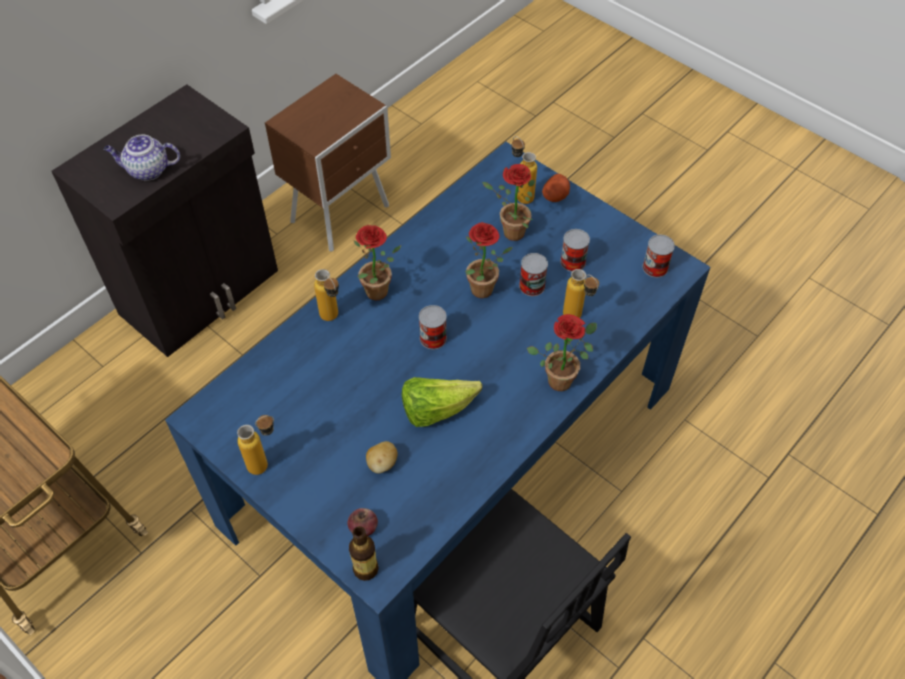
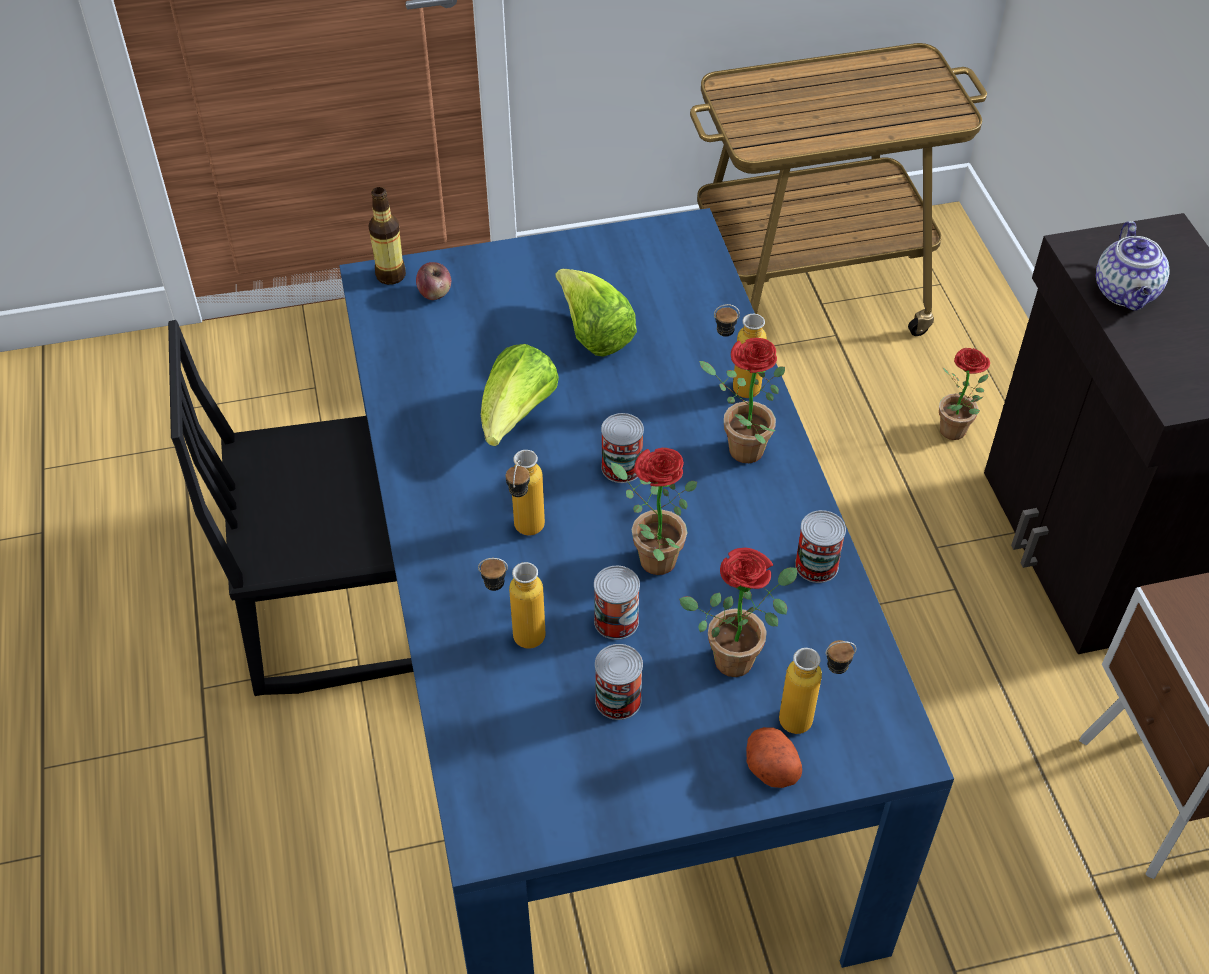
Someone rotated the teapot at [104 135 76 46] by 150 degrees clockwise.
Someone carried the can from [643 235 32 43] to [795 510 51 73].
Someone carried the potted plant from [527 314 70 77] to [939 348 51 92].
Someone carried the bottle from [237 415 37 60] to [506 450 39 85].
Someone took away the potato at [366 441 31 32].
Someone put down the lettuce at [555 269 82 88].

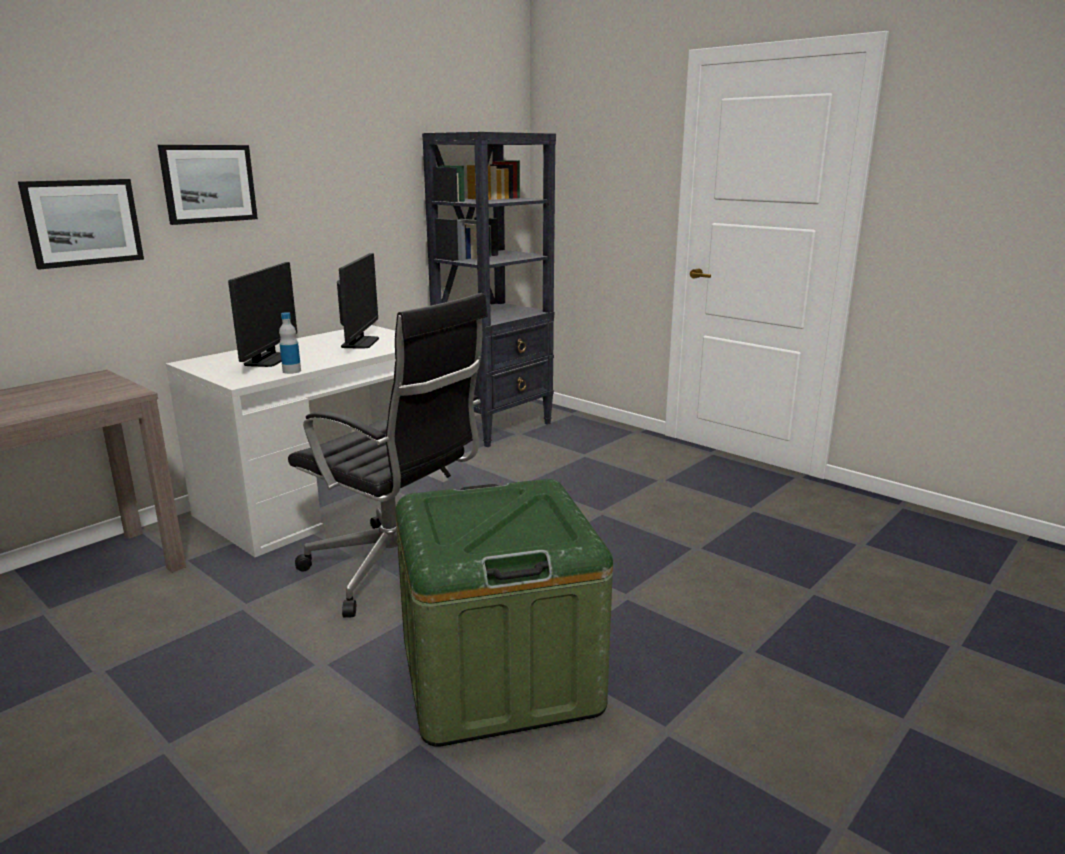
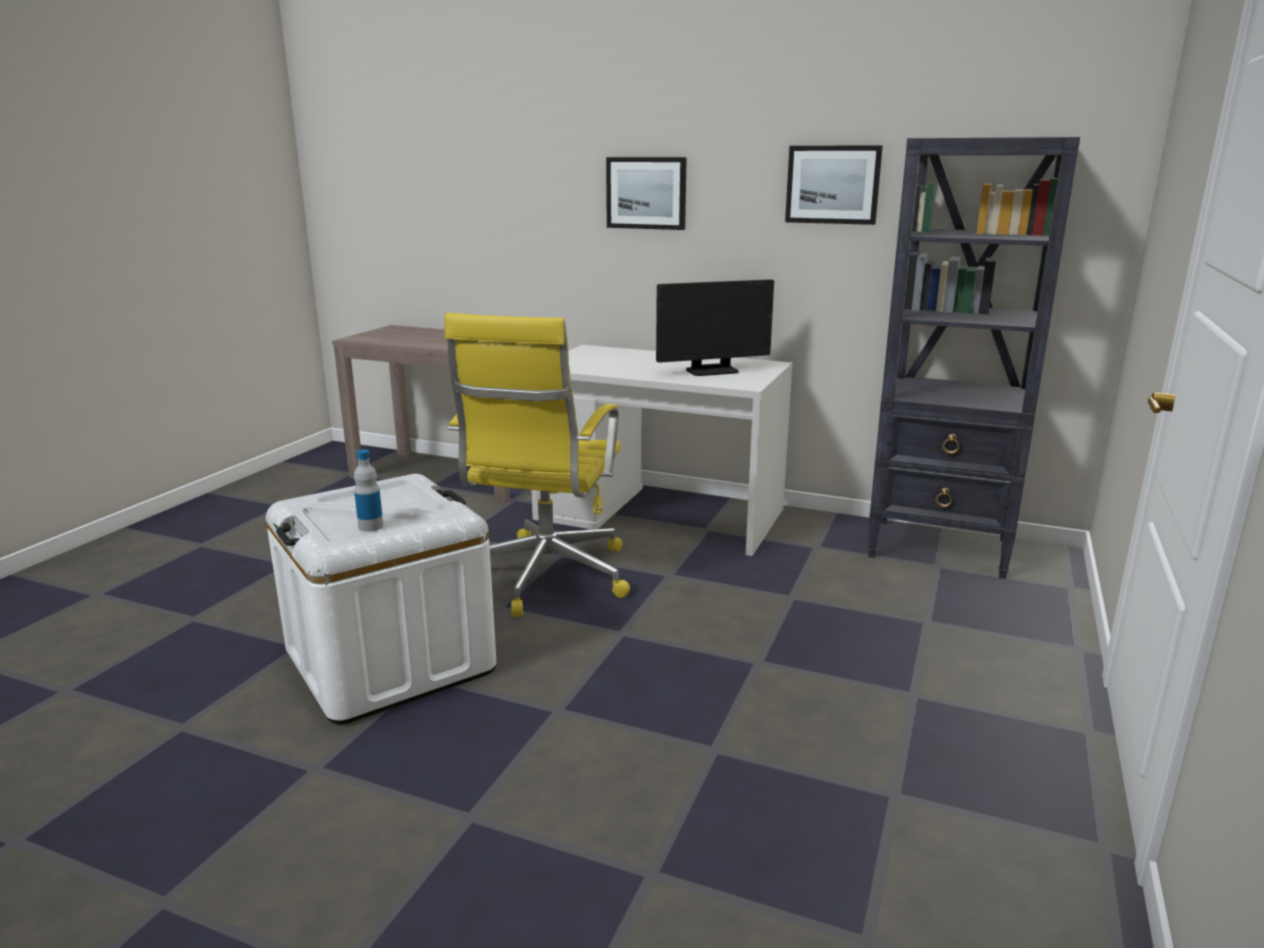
Someone carried the picture from [18 179 126 91] to [785 145 98 80].
Someone took away the monitor at [228 262 69 105].
Someone repainted the office chair in black at [288 293 200 325], which became the office chair in yellow at [445 313 185 304].
Someone carried the bottle from [279 312 22 62] to [354 449 29 83].
Someone repainted the storage box in green at [395 479 218 268], which became the storage box in white at [266 474 230 250].

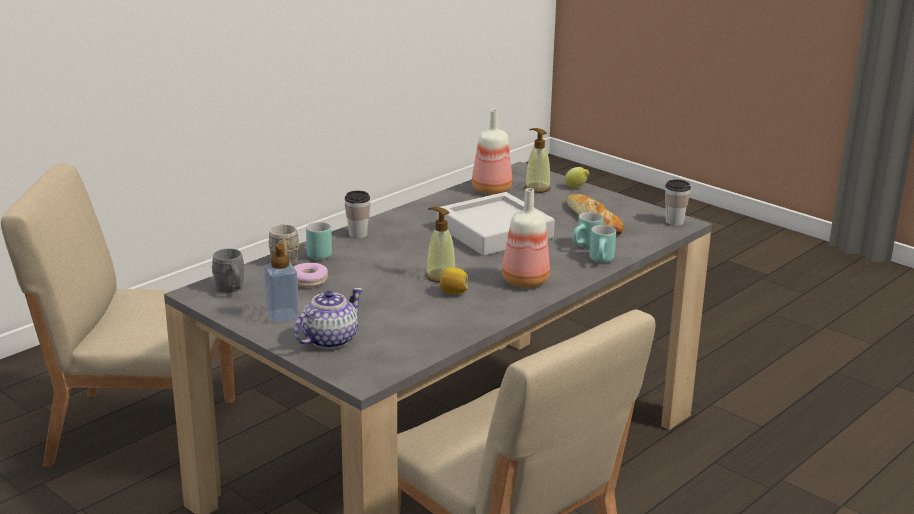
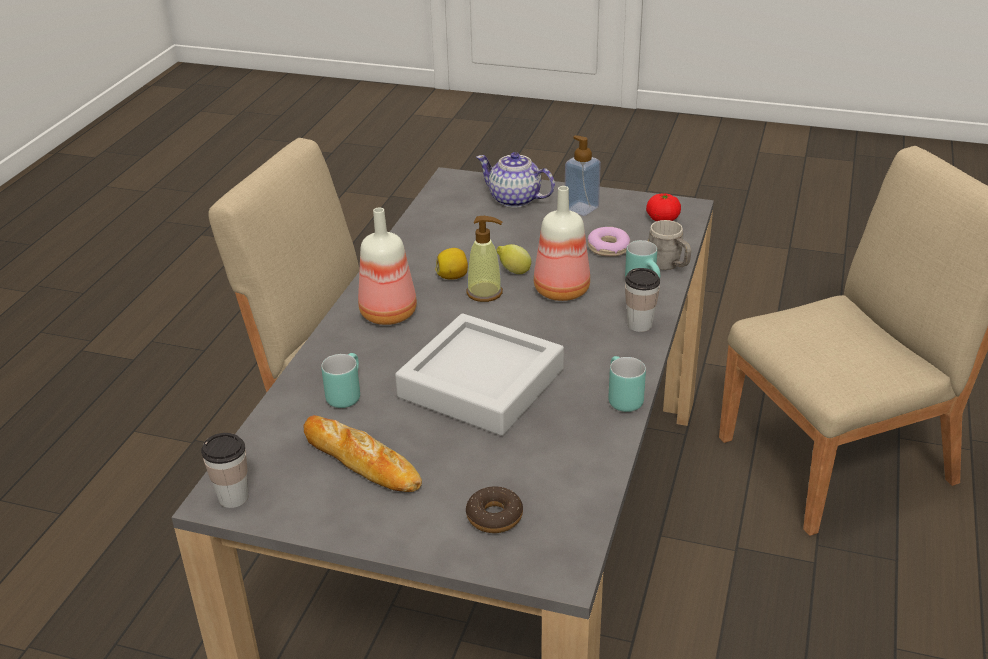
Someone carried the bottle from [472 109 40 86] to [534 186 56 115].
Someone swapped the soap dispenser at [525 128 26 65] for the donut at [466 486 57 47].
Someone carried the lemon from [565 167 24 21] to [496 244 35 30].
Someone carried the mug in turquoise from [589 225 27 38] to [608 356 38 56].
Someone swapped the mug in grey at [212 248 32 45] for the tomato at [646 193 35 28].
Someone rotated the teapot at [294 287 69 62] by 105 degrees clockwise.

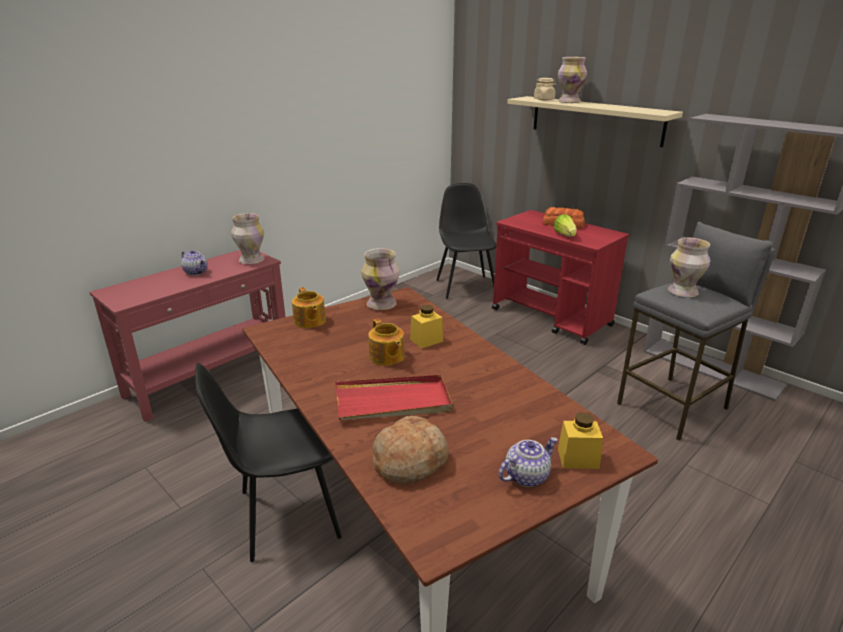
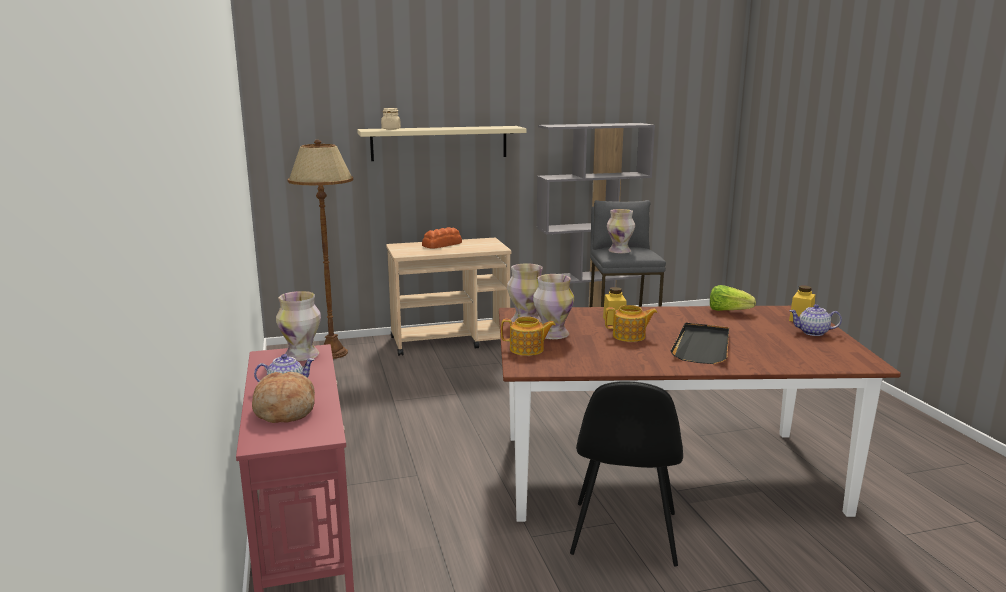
Someone carried the vase from [558 57 29 46] to [533 274 41 66].
Someone swapped the chair in black at [437 183 60 116] for the floor lamp in brown at [287 140 66 219].
Someone repainted the cart in red at [492 210 137 135], which became the cart in beige at [386 238 125 118].
Someone carried the lettuce from [554 214 23 23] to [710 285 46 26].
Someone repainted the tray in red at [335 375 117 45], which became the tray in black at [670 323 59 41].
Someone carried the bread from [373 416 76 68] to [252 372 63 51].
Someone rotated the teapot at [498 437 60 50] by 75 degrees counterclockwise.

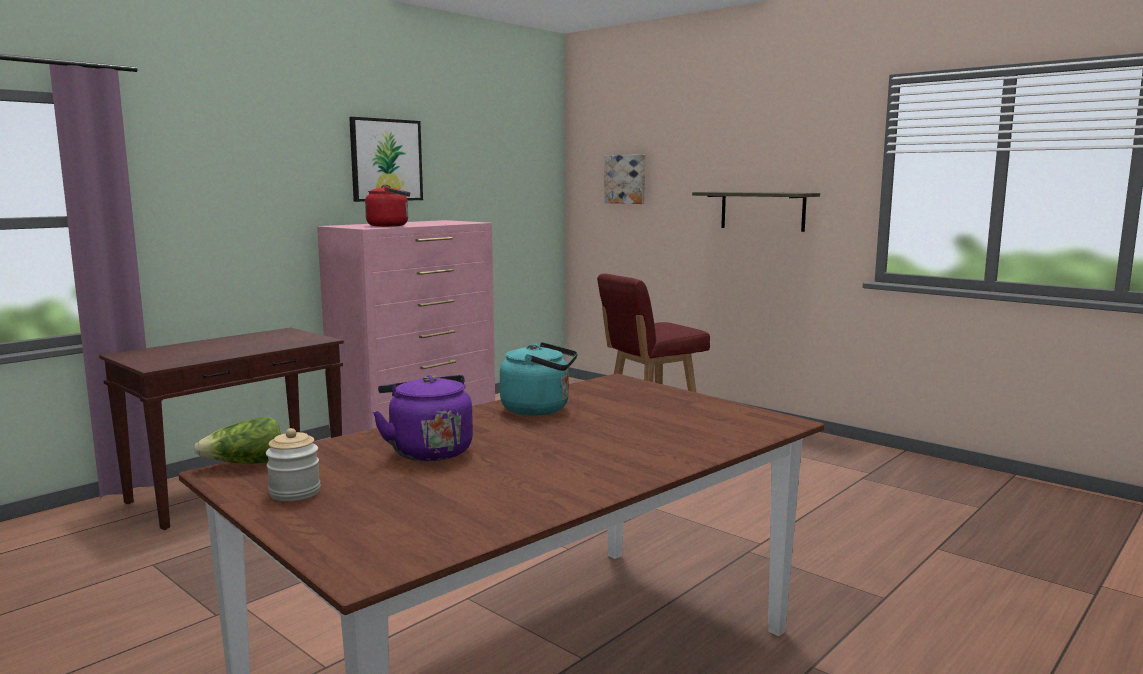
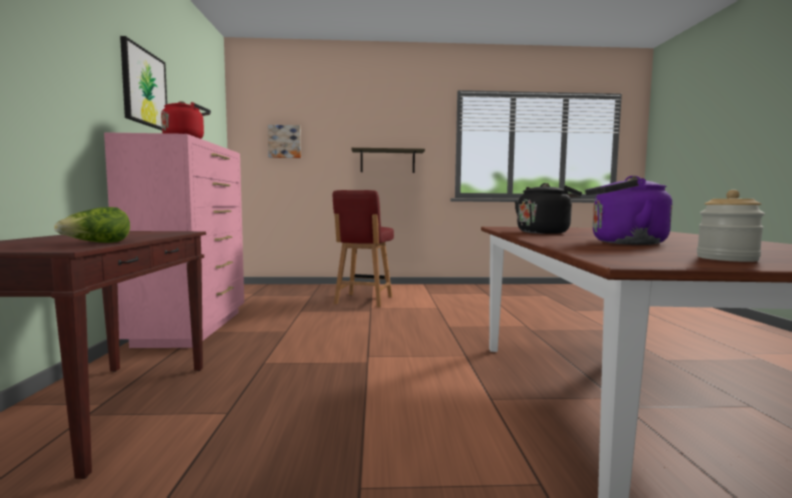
Someone repainted the kettle in turquoise at [500 342 78 74], which became the kettle in black at [515 183 67 51].
Someone carried the lettuce from [194 417 87 47] to [54 207 76 36].

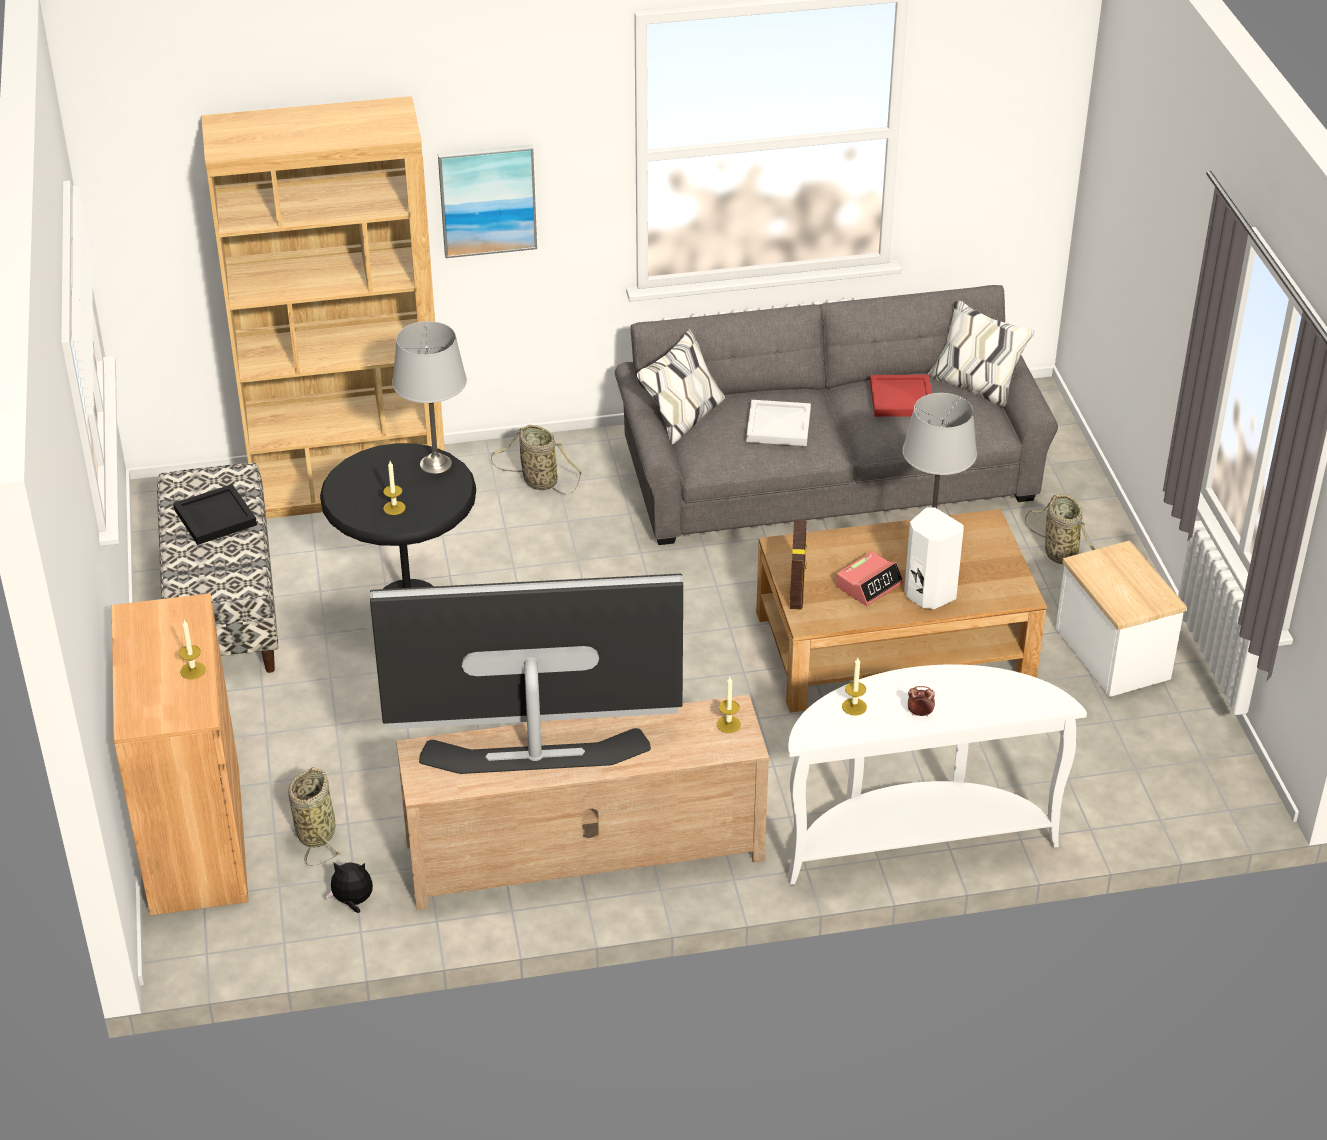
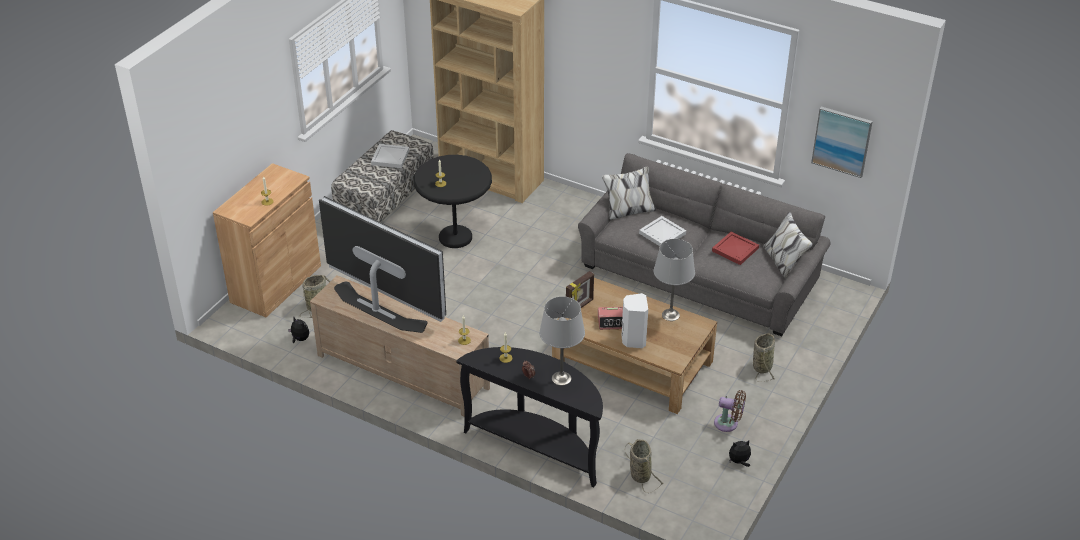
Someone carried the picture from [438 144 99 114] to [811 106 62 72].
Someone carried the table lamp in grey from [392 321 75 153] to [539 296 46 90].
Someone carried the basket from [491 425 91 70] to [625 439 38 54].
Someone repainted the tray in black at [173 484 84 61], which became the tray in white at [371 144 38 24].
Someone swapped the side table at [1055 541 132 156] for the fan in brown at [714 390 32 42].
Someone repainted the console table in white at [787 664 300 221], which became the console table in black at [457 347 146 140].
Someone put down the plush toy at [729 440 22 27].

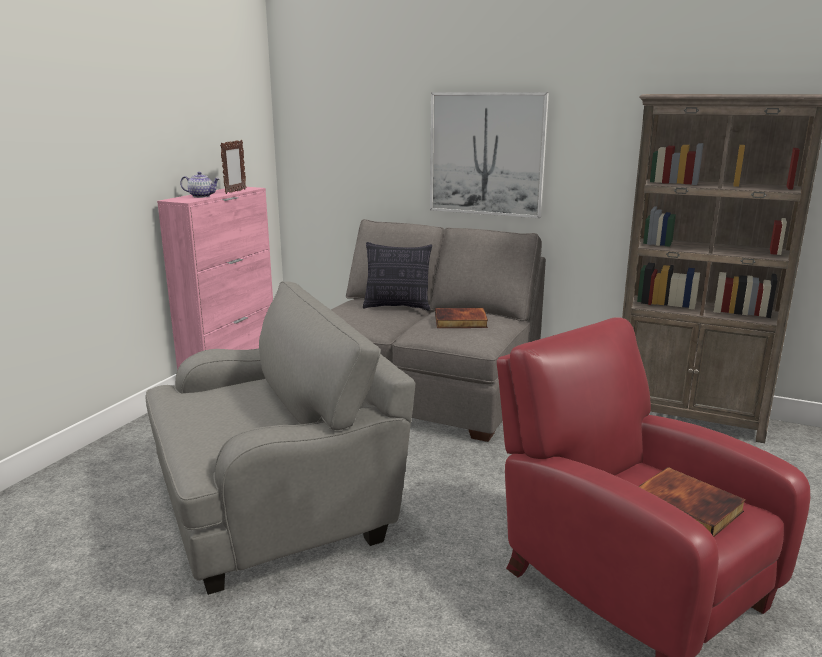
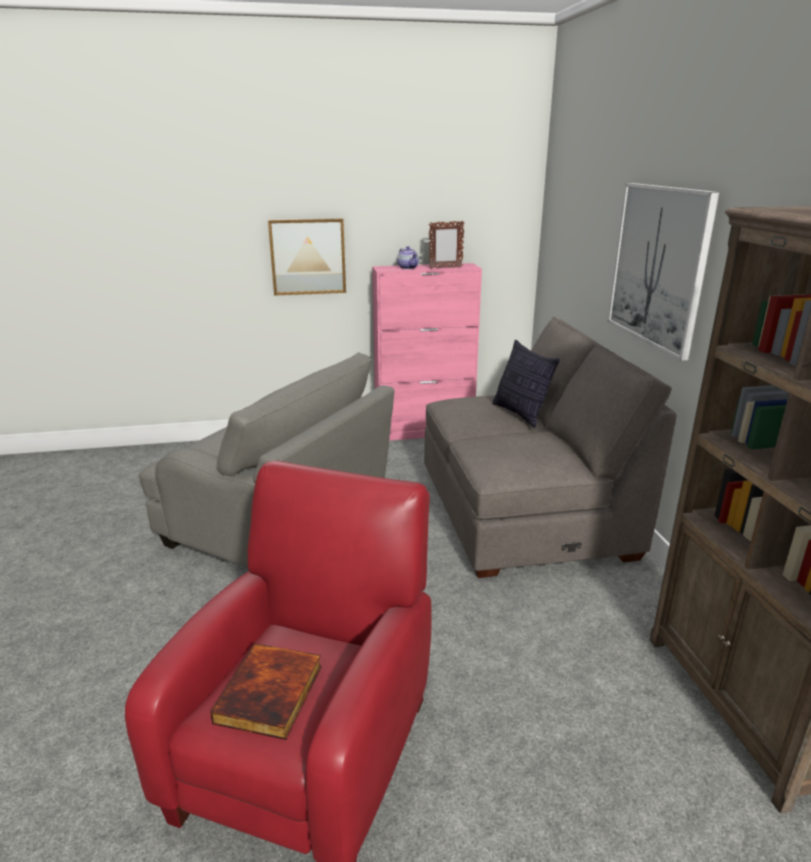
Someone took away the book at [435 308 53 20].
Someone put up the picture at [268 218 78 78].

